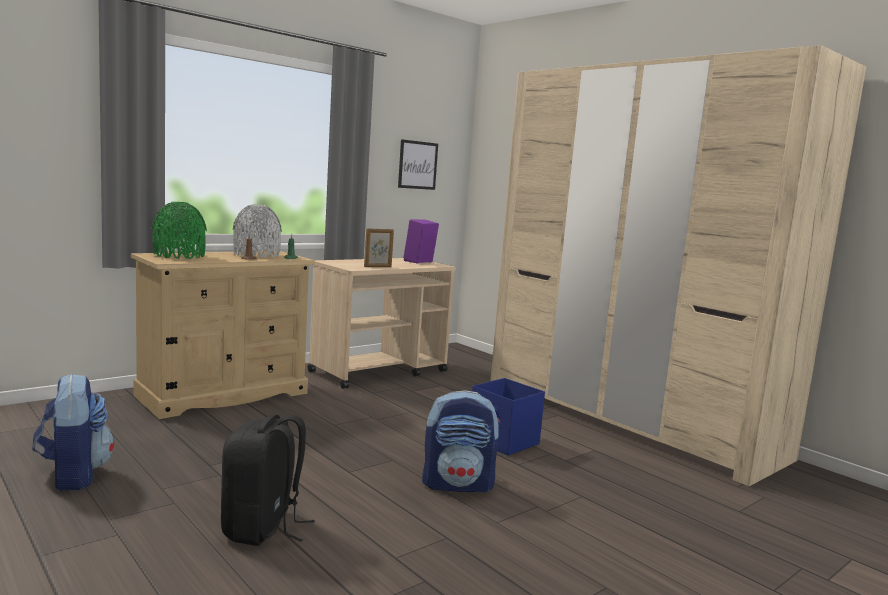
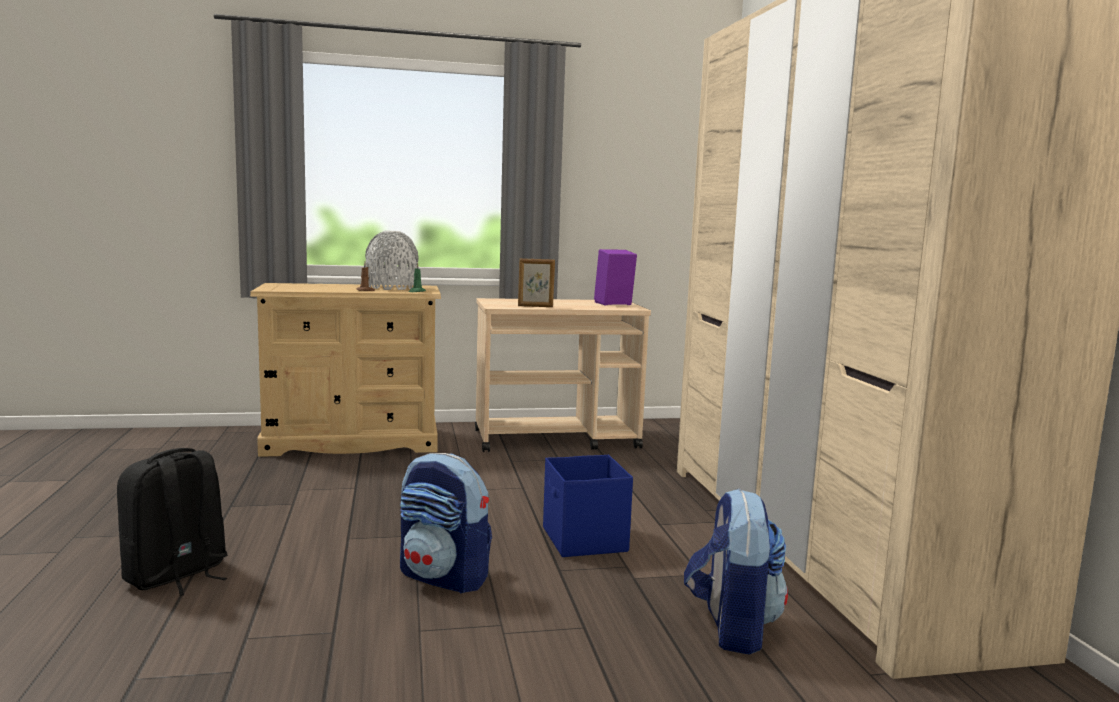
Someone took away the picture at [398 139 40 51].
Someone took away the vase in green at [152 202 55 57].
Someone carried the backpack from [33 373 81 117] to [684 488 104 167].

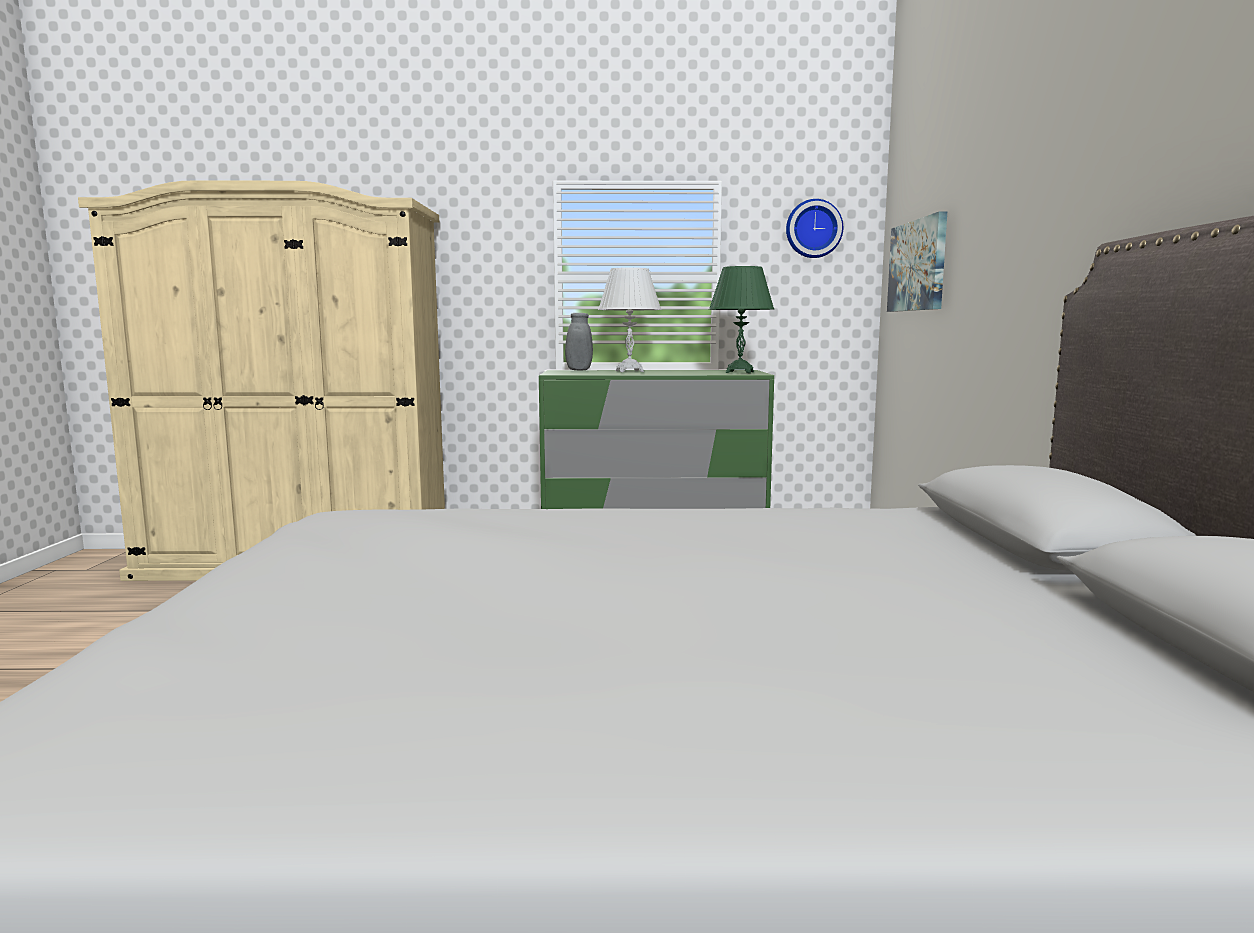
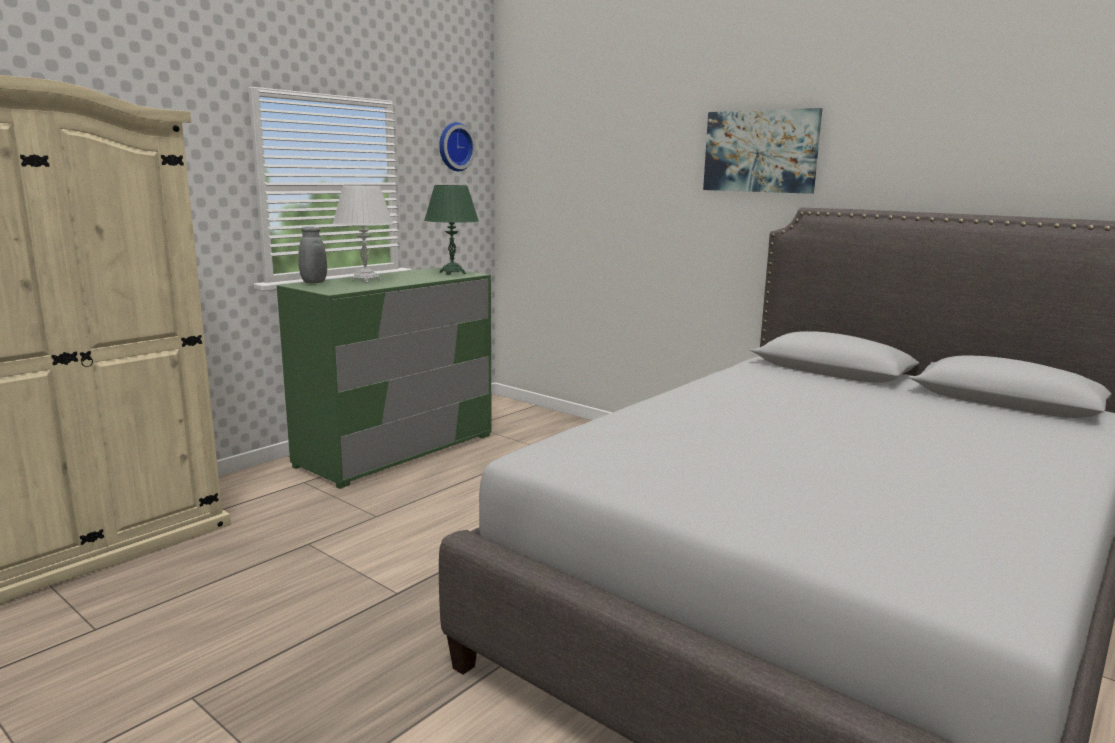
Someone carried the picture from [887 211 60 101] to [703 108 119 86].

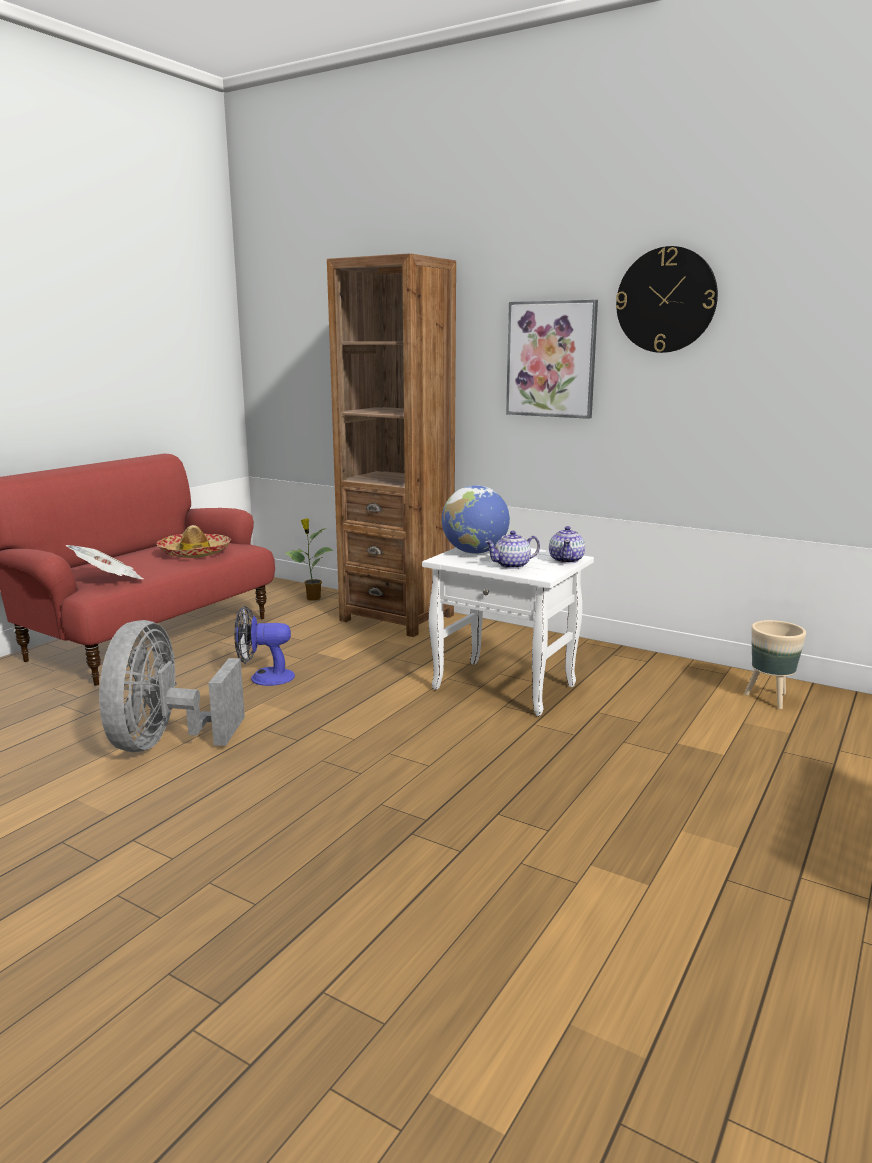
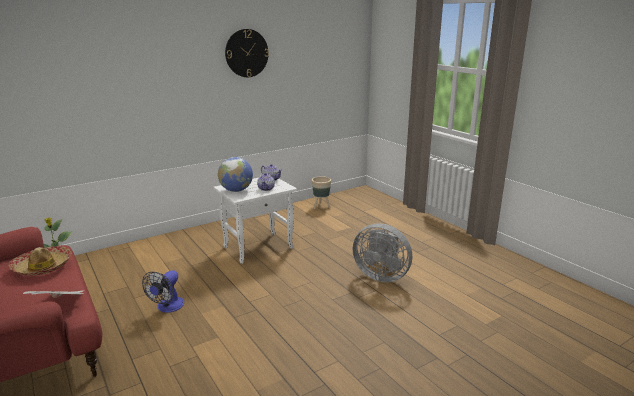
Someone took away the bookcase in brown at [327 253 129 384].
Someone took away the picture at [506 300 92 119].
Someone carried the fan in grey from [99 620 146 132] to [353 223 59 59].

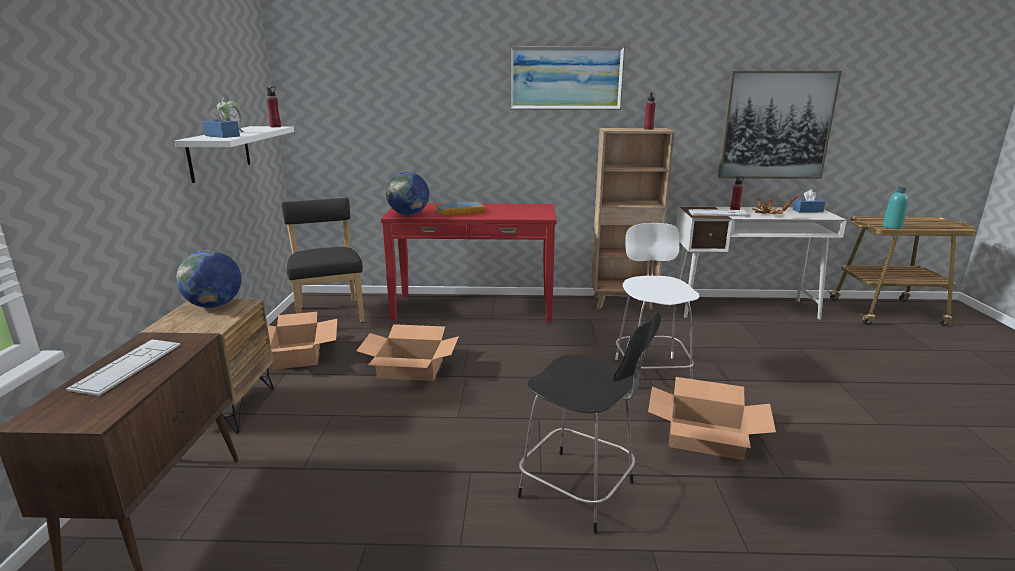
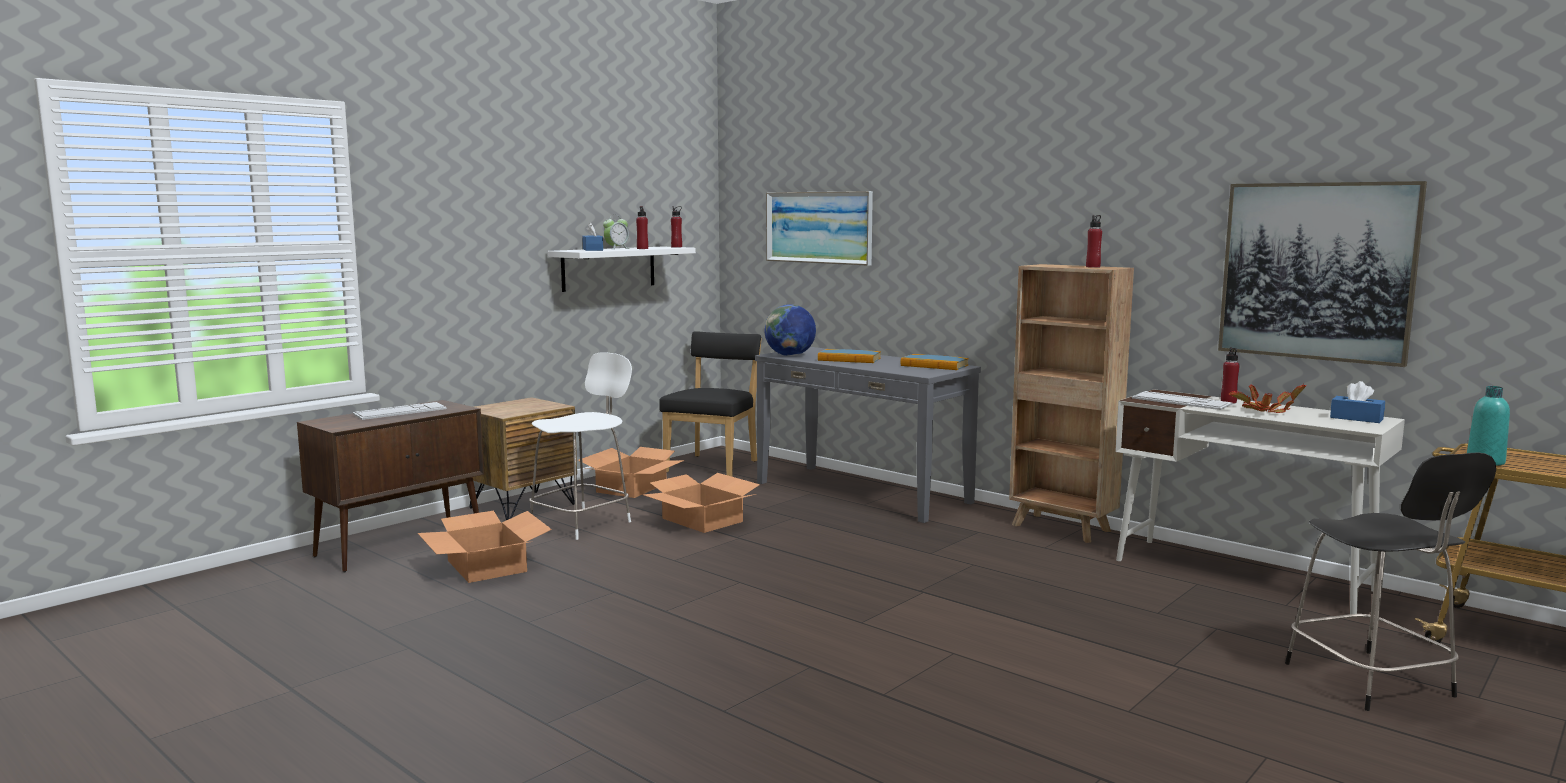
Someone carried the picture from [510 46 115 64] to [766 191 107 75].
Someone repainted the console table in red at [381 203 176 119], which became the console table in grey at [755 347 226 176].
Someone carried the chair in white from [615 223 85 156] to [529 352 103 188].
Someone took away the globe at [176 250 65 58].
Someone carried the chair in black from [518 312 143 222] to [1285 452 211 259].
Someone carried the cardboard box from [648 377 128 83] to [418 511 134 72].
Someone put down the bottle in red at [636 206 12 43].
Someone put down the book at [901 354 68 16].

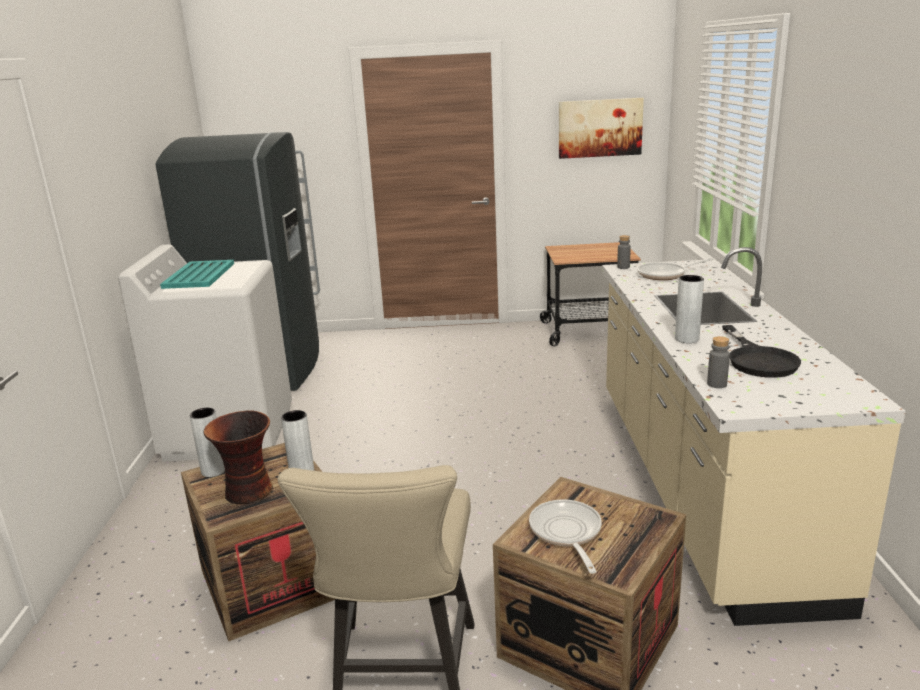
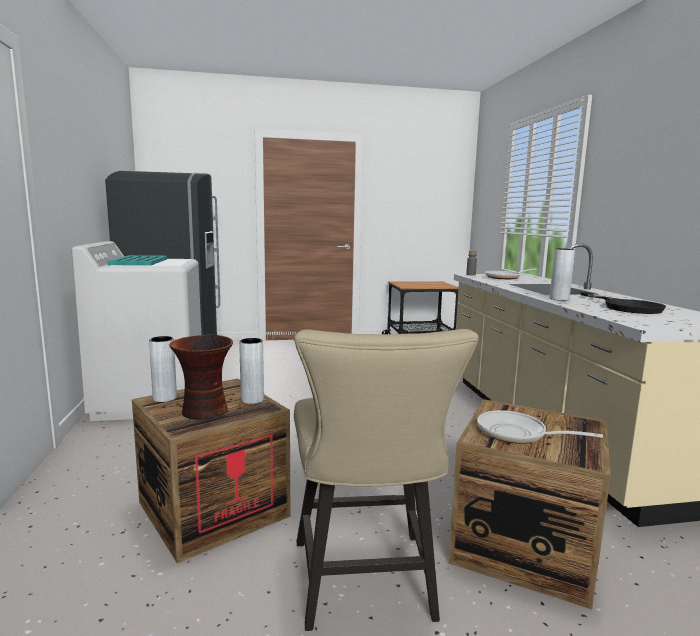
Someone took away the picture at [559 98 85 61].
Someone took away the bottle in grey at [707 336 23 52].
Someone rotated the frying pan at [529 499 73 75] by 45 degrees counterclockwise.

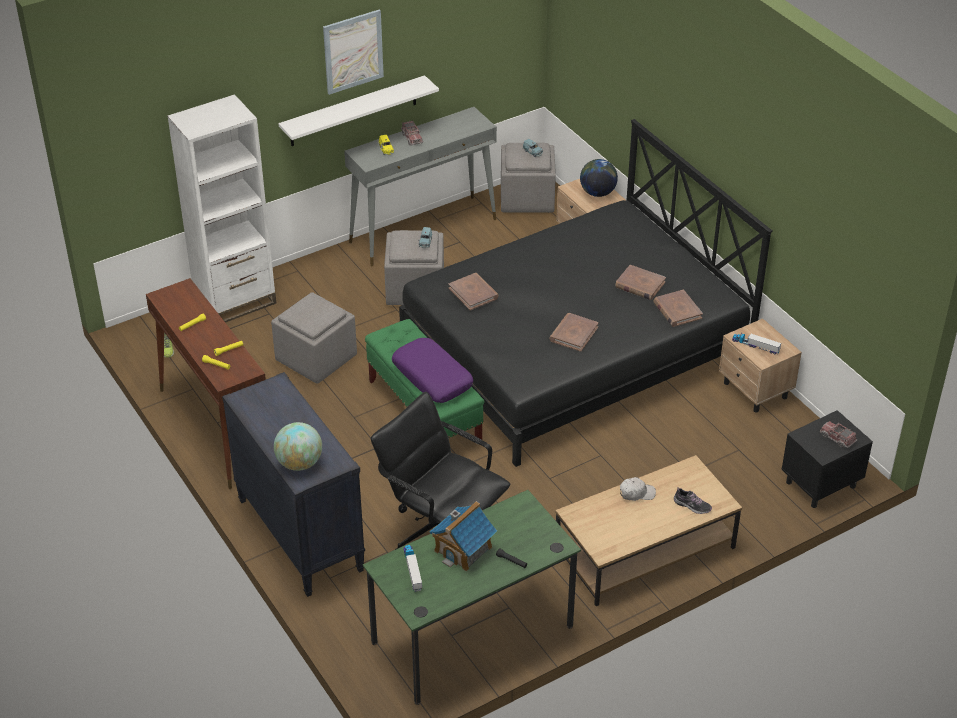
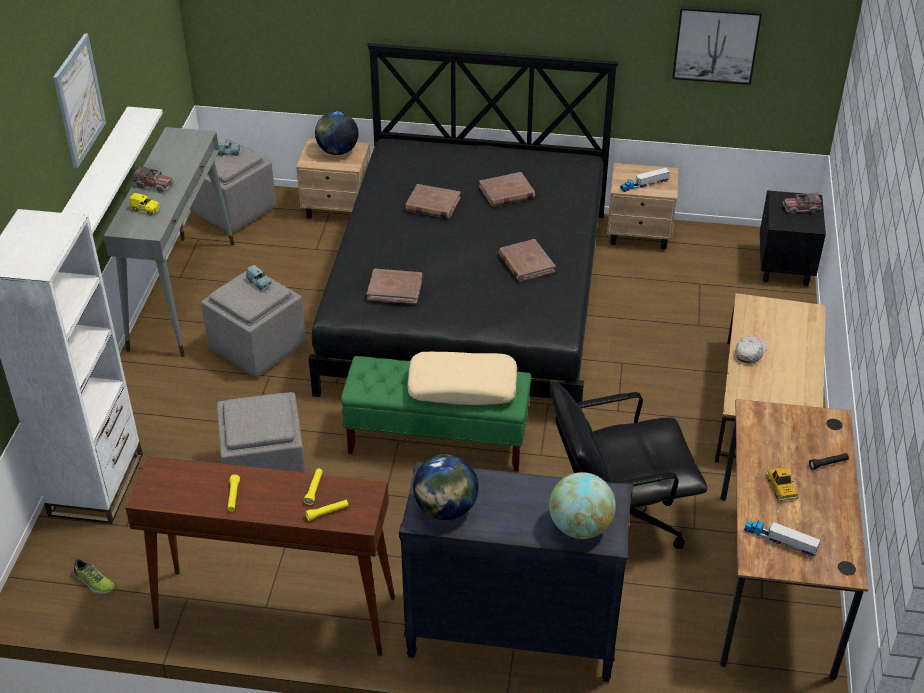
Someone carried the book in brown from [653 290 50 37] to [405 184 56 35].
Someone repainted the pillow in purple at [392 338 81 65], which became the pillow in beige at [407 352 110 53].
Someone took away the shoe at [674 488 38 26].
Someone repainted the desk in green at [363 490 218 215], which became the desk in brown at [720 399 149 281].
Someone swapped the toy house at [429 501 68 70] for the toy car at [766 467 33 34].
Someone put up the picture at [672 6 90 79].
Someone put down the globe at [413 454 66 66].

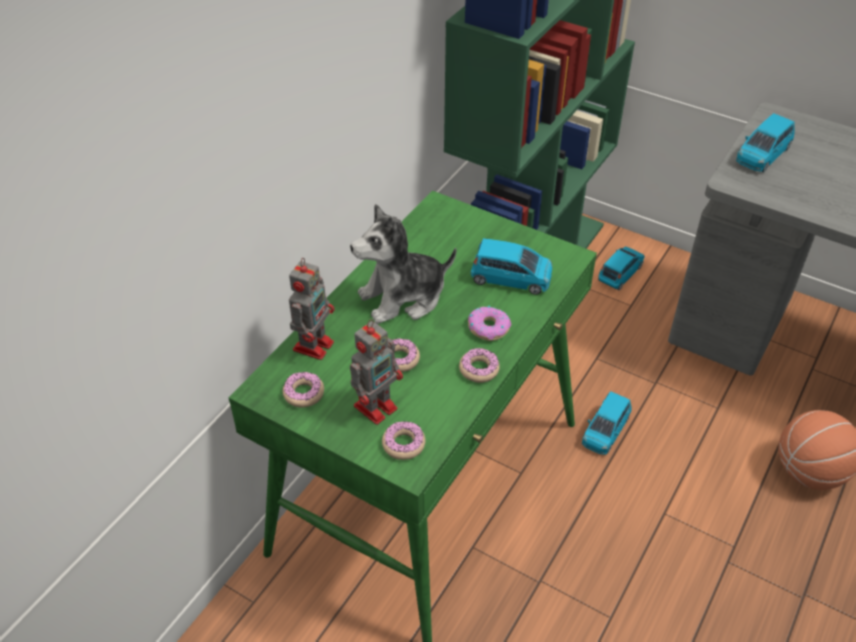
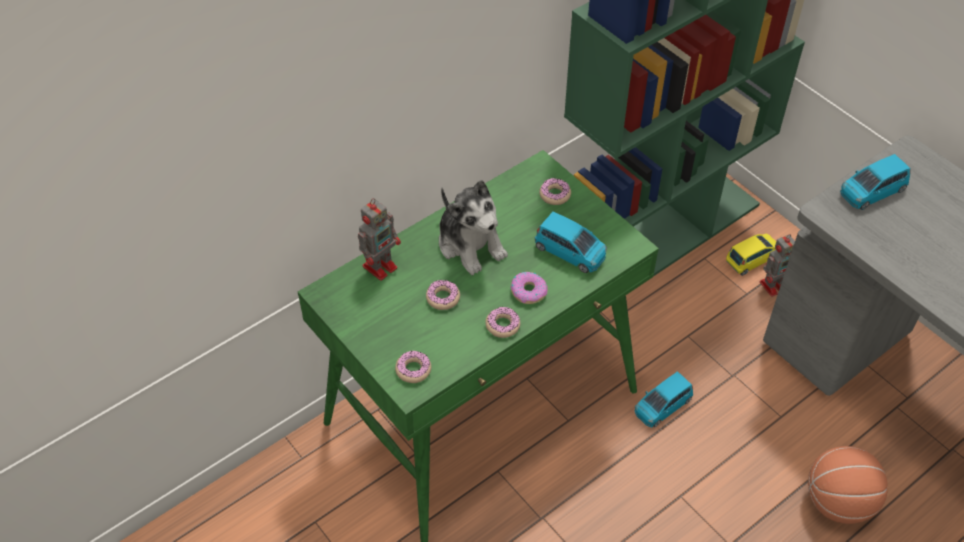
Someone rotated the plush toy at [350 204 107 120] by 120 degrees counterclockwise.
Someone repainted the toy car in blue at [598 247 47 43], which became the toy car in yellow at [726 234 50 42].
Someone carried the toy robot from [350 319 53 106] to [759 234 36 63].
Someone carried the donut from [283 372 41 36] to [539 178 32 27].

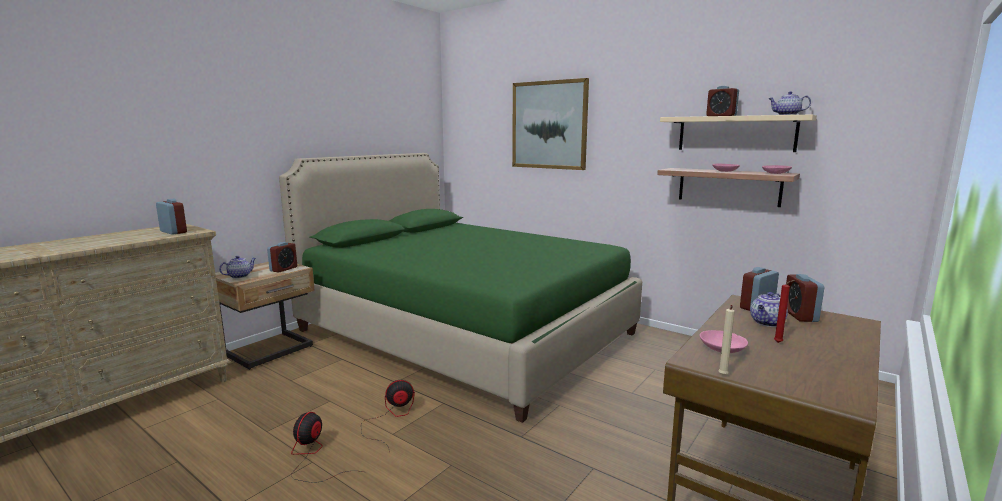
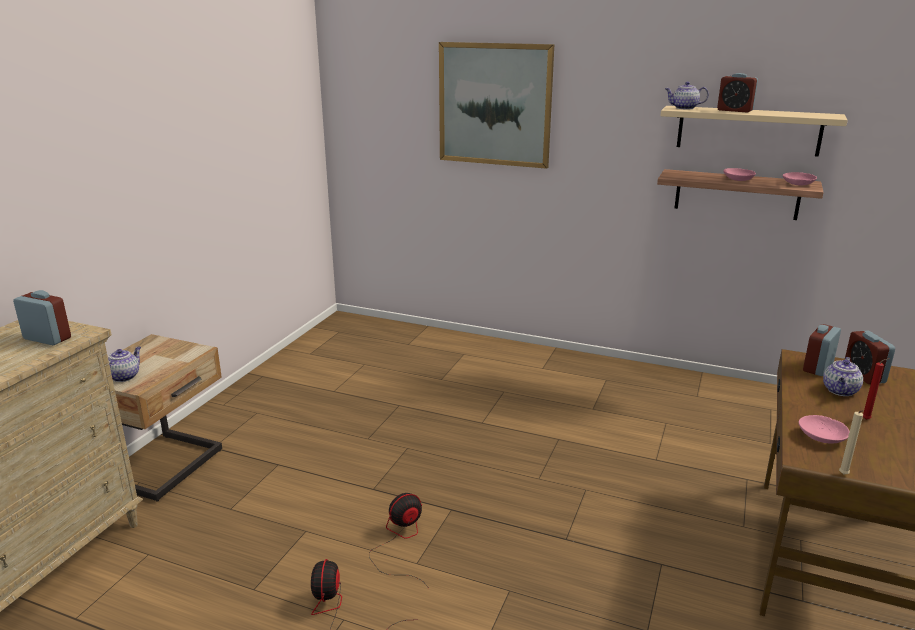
Someone carried the teapot from [768 91 43 24] to [665 82 44 27].
Someone took away the bed in green at [279 153 363 270].
Someone took away the alarm clock at [267 242 30 31].

